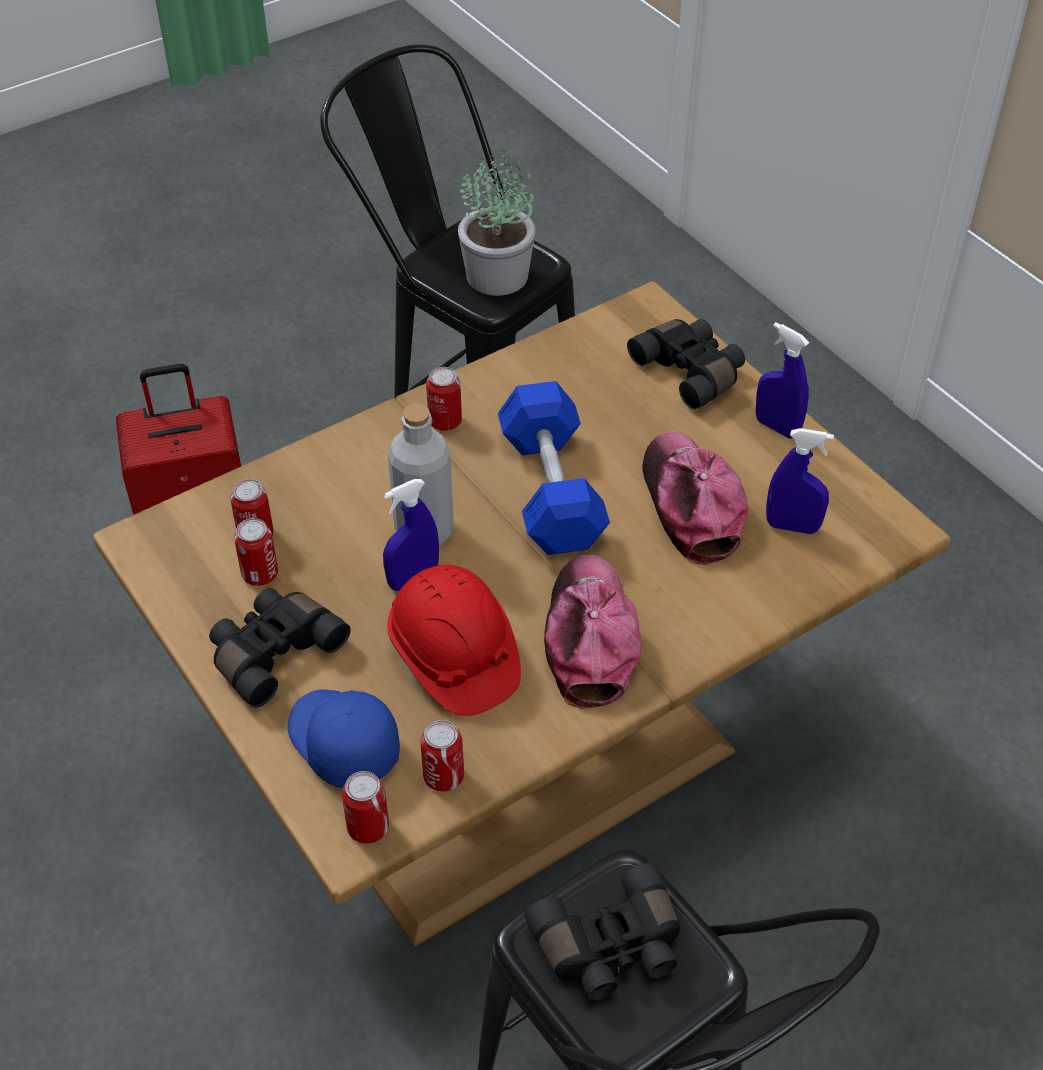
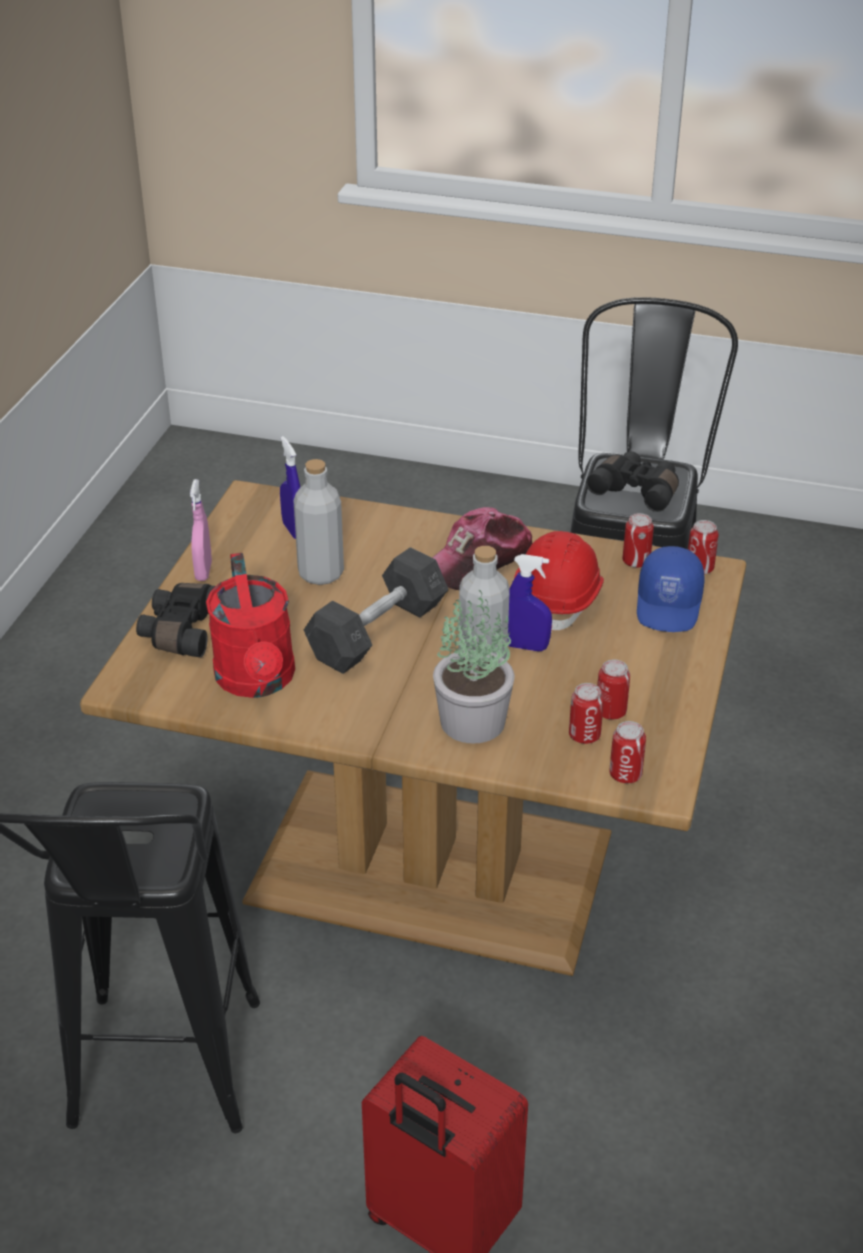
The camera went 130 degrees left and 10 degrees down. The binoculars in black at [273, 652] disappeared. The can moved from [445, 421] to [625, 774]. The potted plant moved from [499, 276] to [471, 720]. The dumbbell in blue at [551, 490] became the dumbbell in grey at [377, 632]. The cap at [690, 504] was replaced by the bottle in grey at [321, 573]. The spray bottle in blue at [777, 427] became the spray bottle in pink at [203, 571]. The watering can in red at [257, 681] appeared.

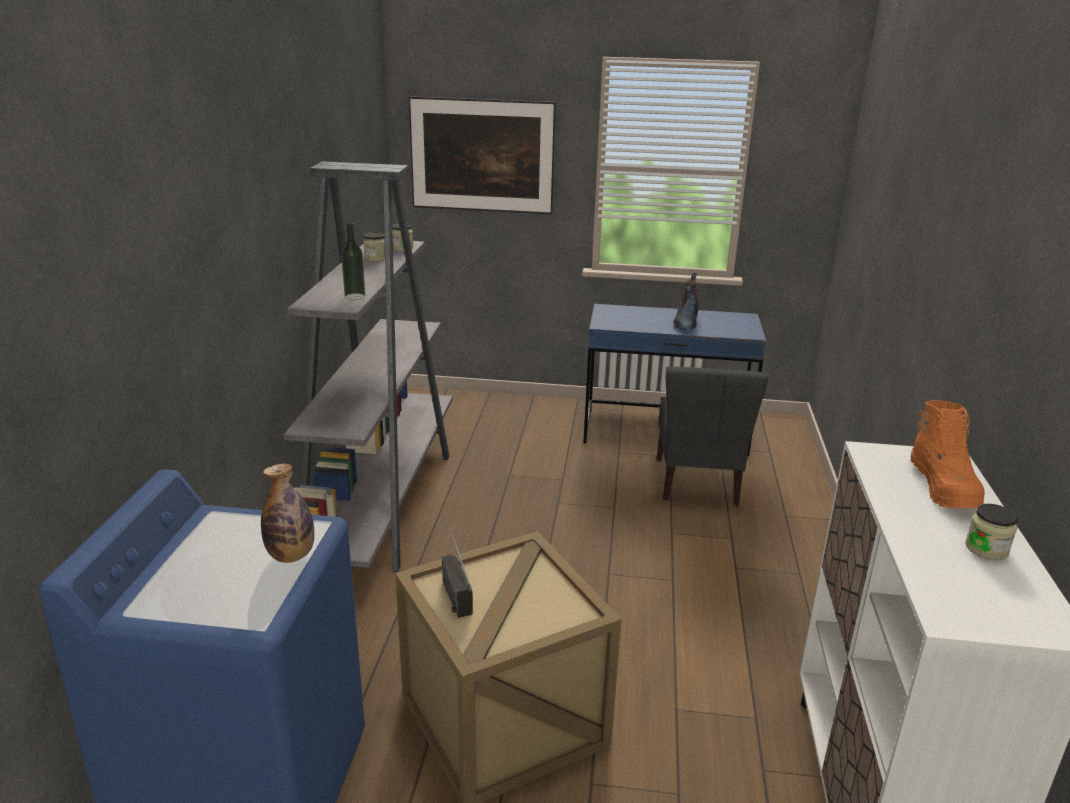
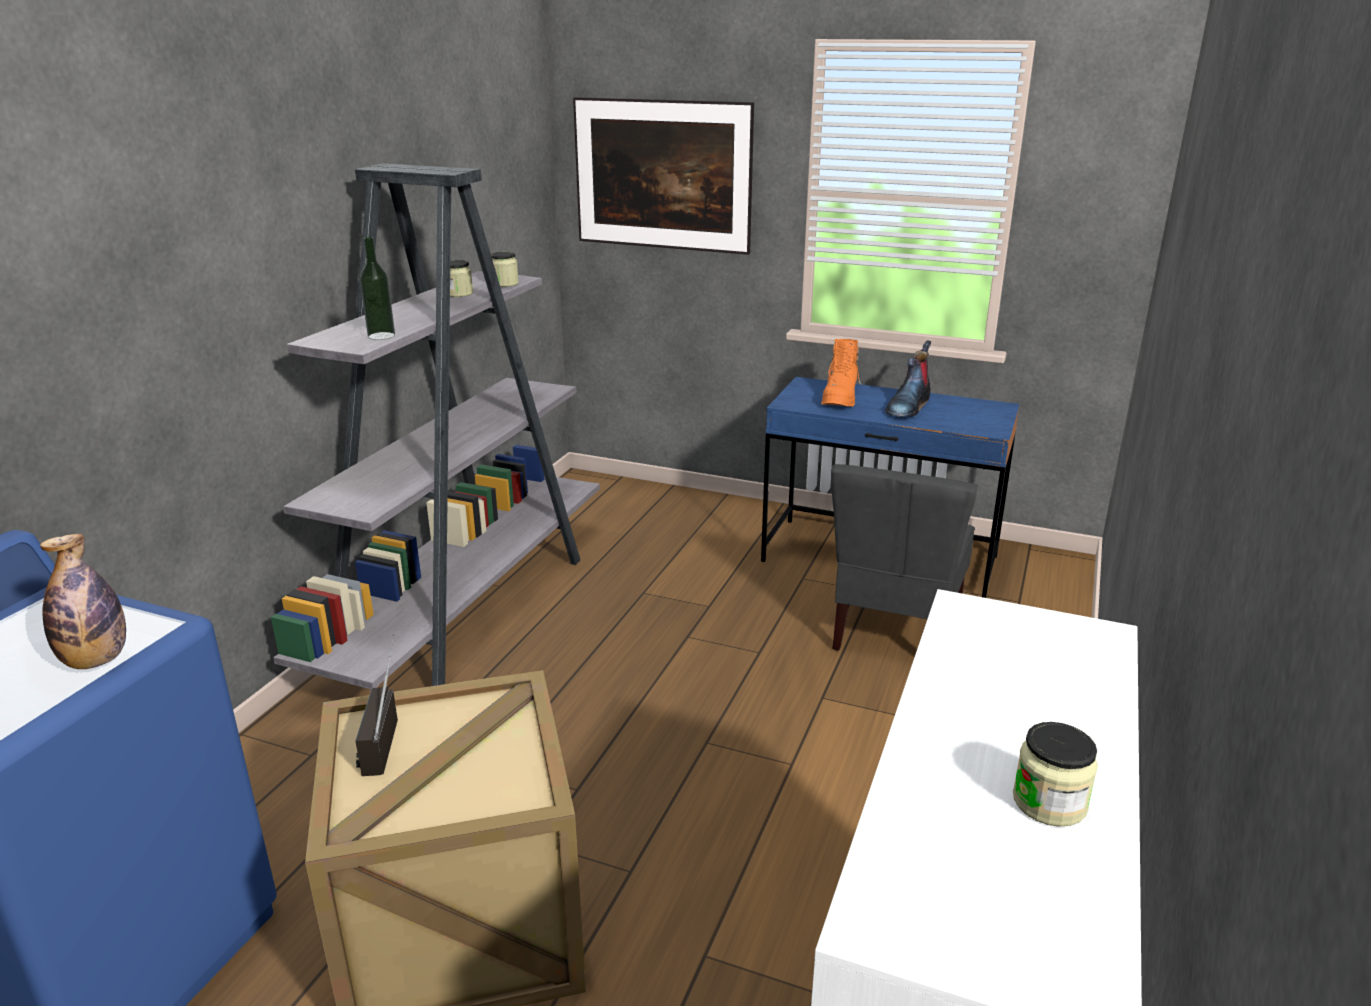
The camera went 15 degrees right and 0 degrees up. The boot in orange moved from [944, 487] to [840, 398].

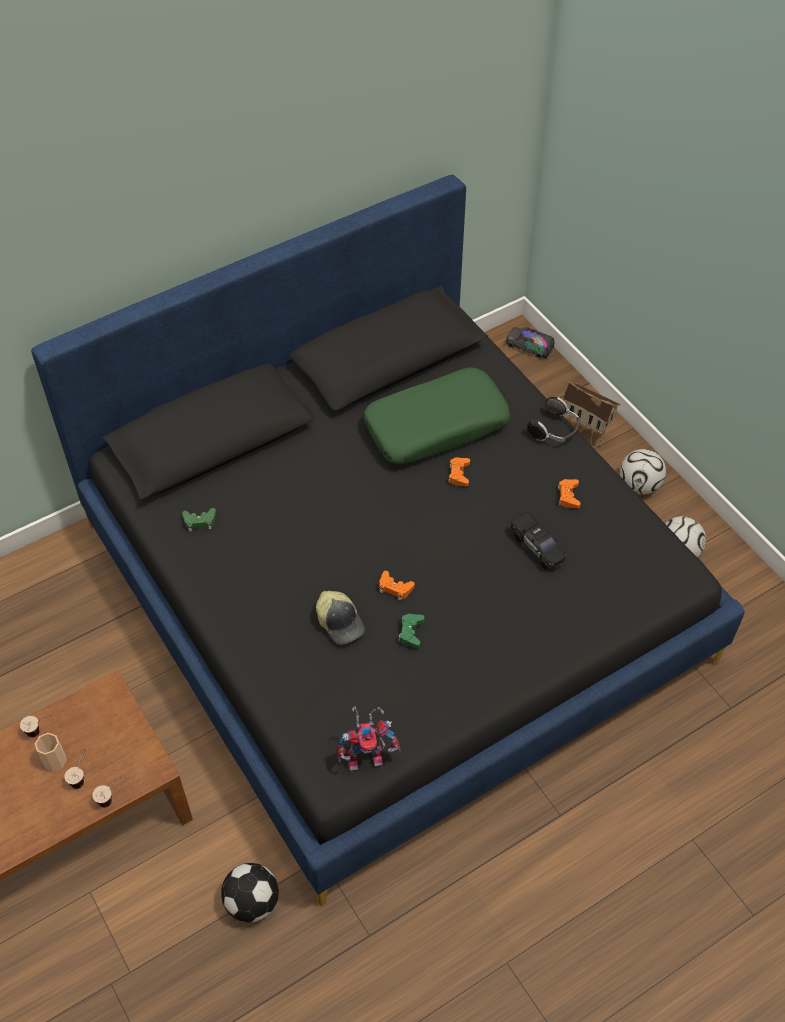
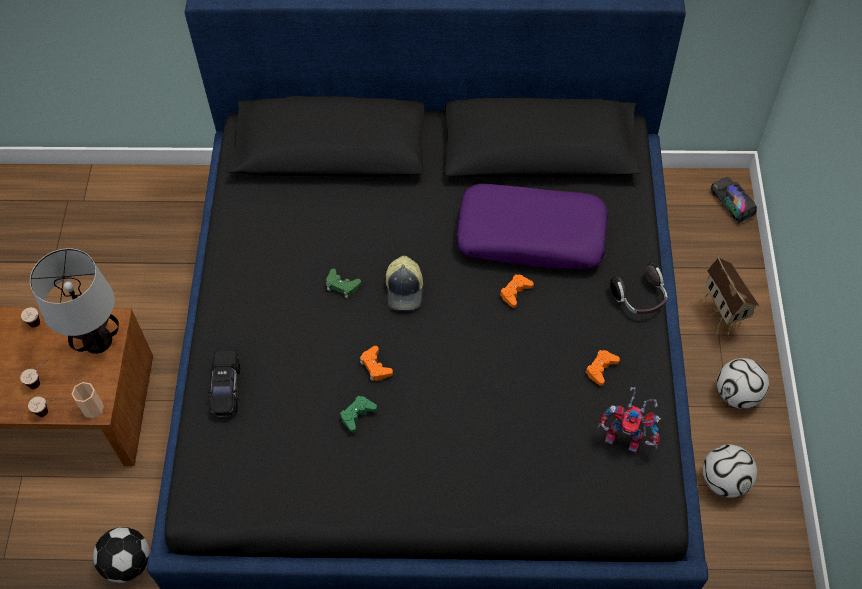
The camera went 35 degrees right and 5 degrees up. The cup moved from [55, 760] to [93, 408]. The game controller in green moved from [200, 521] to [342, 285]. The cap moved from [341, 622] to [405, 289]. The toy robot moved from [367, 755] to [627, 437]. The pillow in green at [436, 425] became the pillow in purple at [531, 235]. The toy car in black moved from [537, 547] to [226, 388]. The table lamp at [98, 340] appeared.

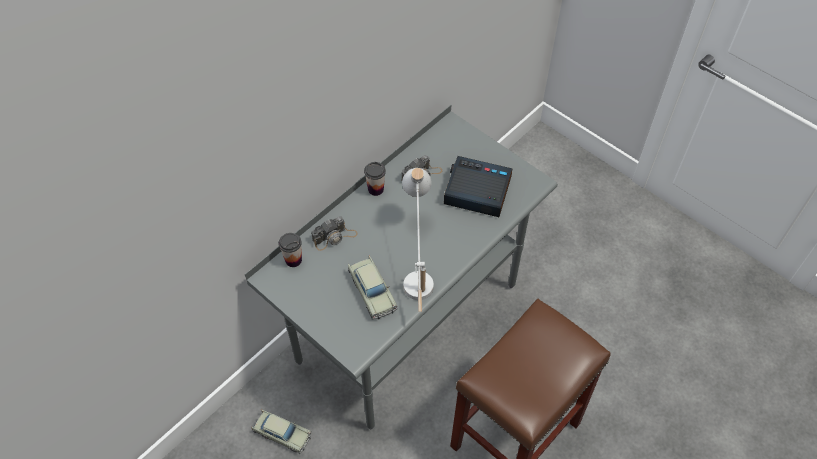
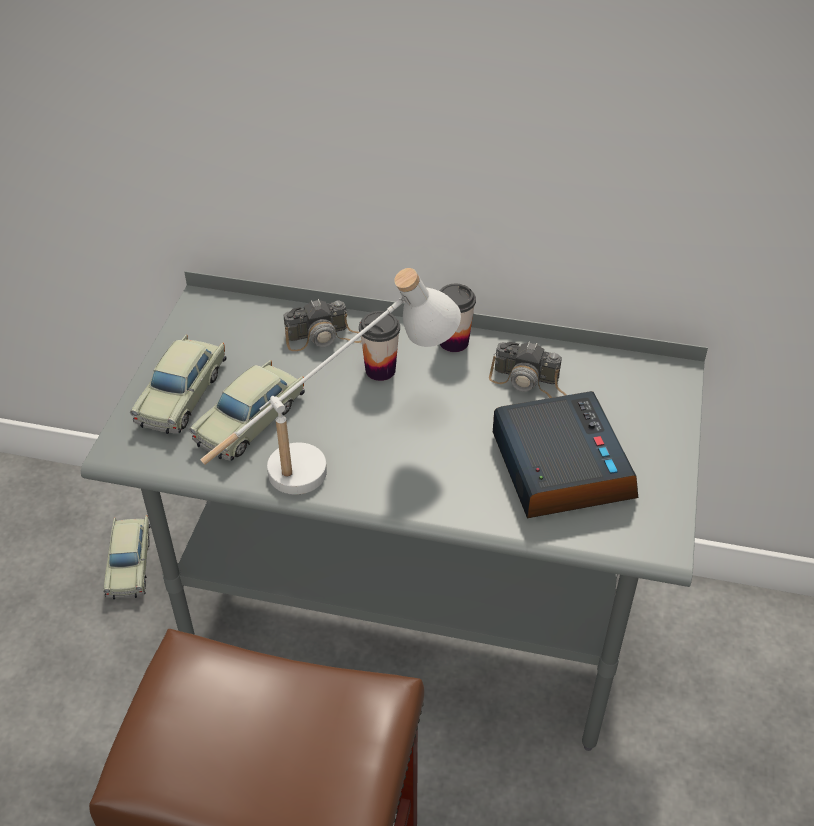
The camera went 60 degrees right and 10 degrees down. The cup moved from [293, 260] to [380, 370]. The photo camera at [334, 237] turned 45 degrees counterclockwise. The toy car in beige at [183, 394] appeared.

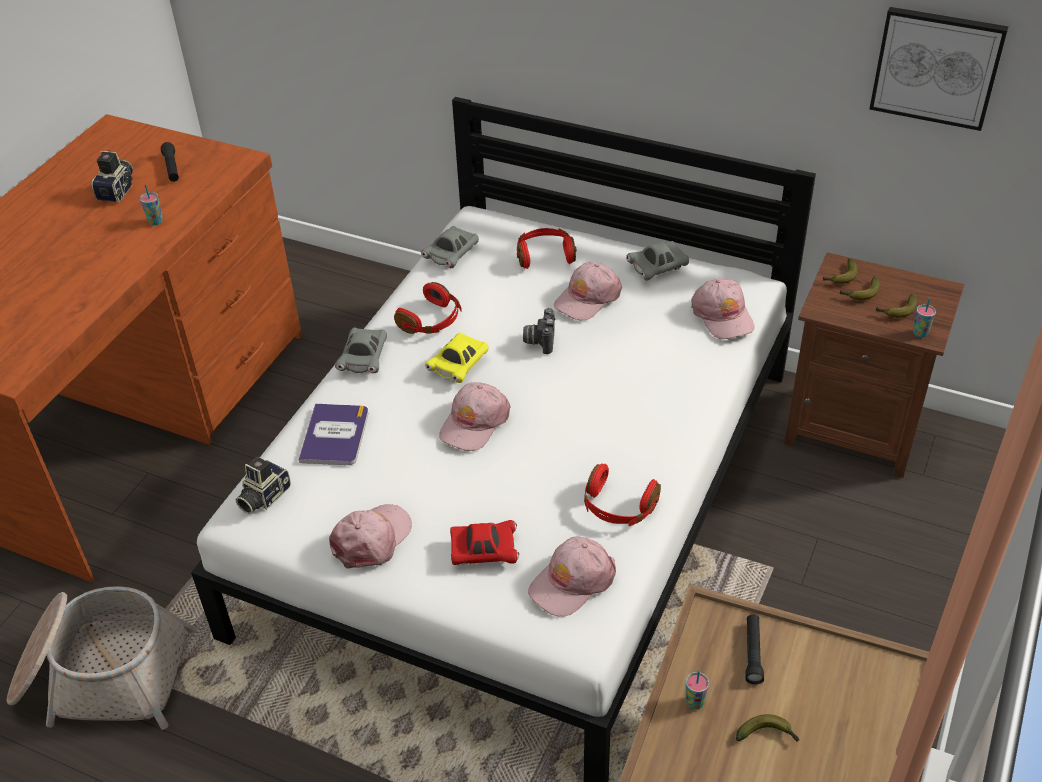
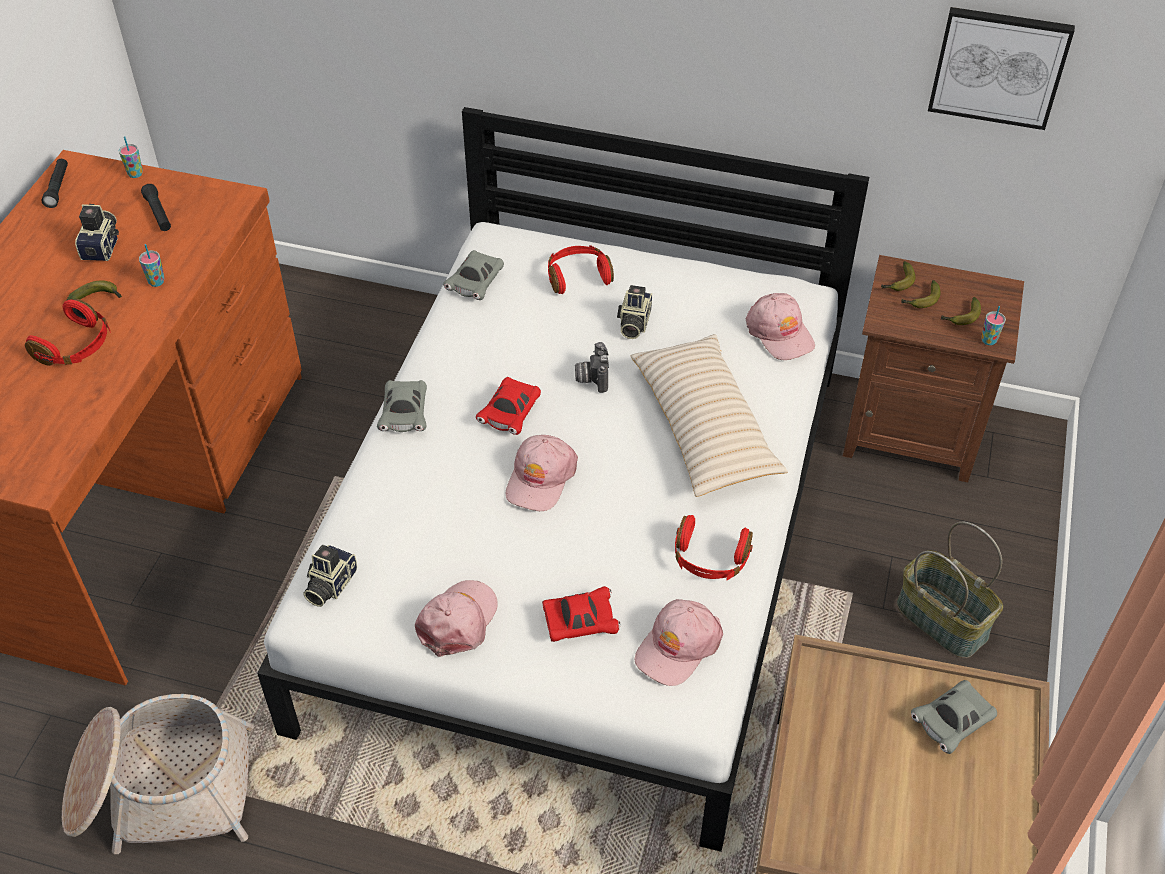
The camera went 10 degrees left and 5 degrees up. The book at [335, 435] disappeared. The headphones in red moved from [432, 321] to [76, 346]. The toy car in yellow at [458, 366] became the toy car in red at [510, 414]. The cap in pink at [587, 298] was replaced by the photo camera at [633, 323]. The toy car in grey moved from [657, 268] to [951, 723]. The cup moved from [694, 702] to [135, 174]. The banana moved from [768, 735] to [98, 297]. The flashlight in black moved from [753, 653] to [58, 188]. The pillow in beige at [704, 427] appeared. The basket at [943, 620] appeared.

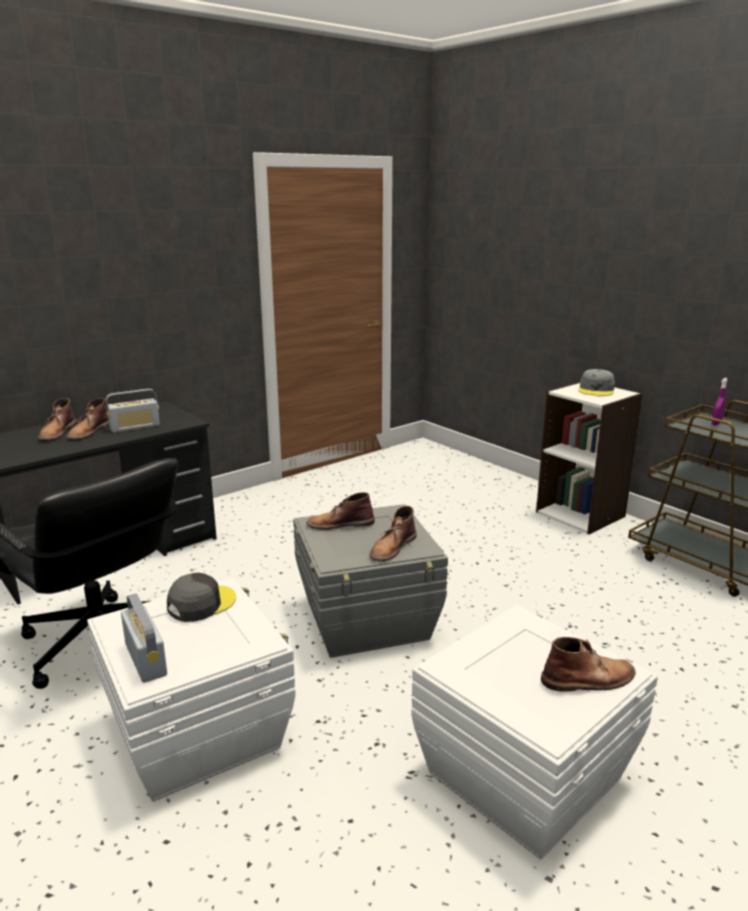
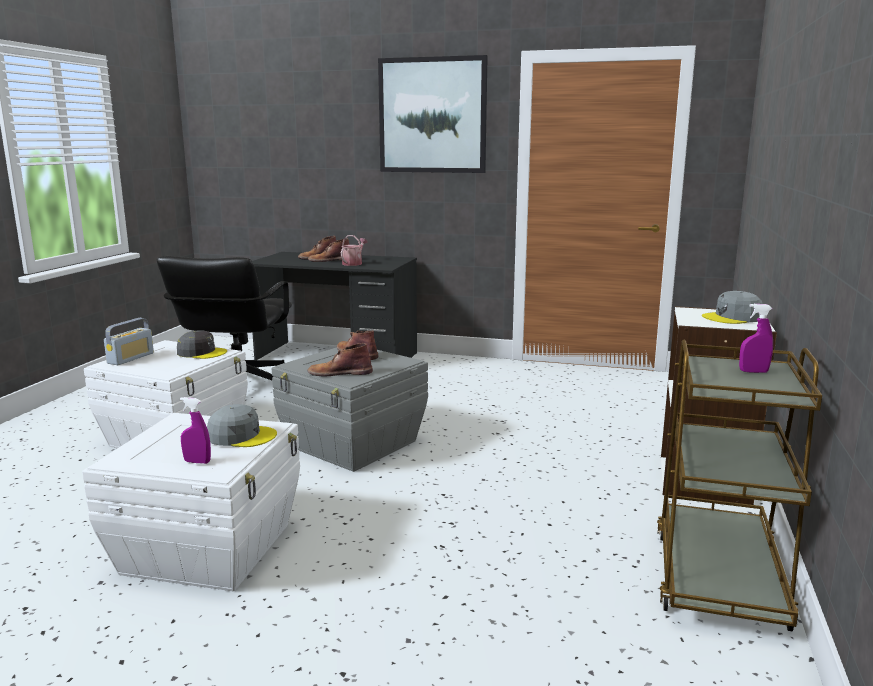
The camera went 55 degrees right and 5 degrees down. The radio at [135, 427] was replaced by the watering can at [353, 263]. The boot in brown at [589, 679] was replaced by the spray bottle in purple at [197, 462]. The cap in grey at [241, 436] appeared. The picture at [432, 115] appeared.

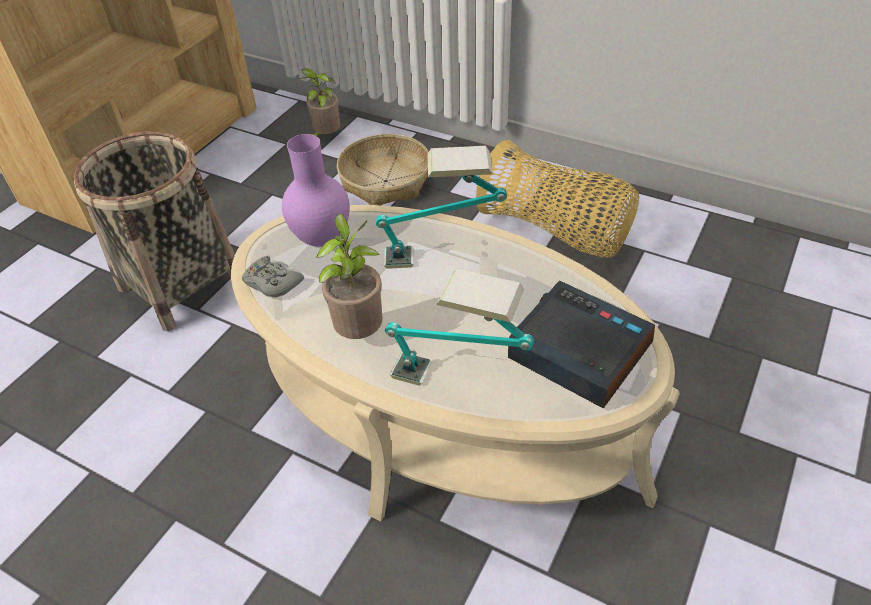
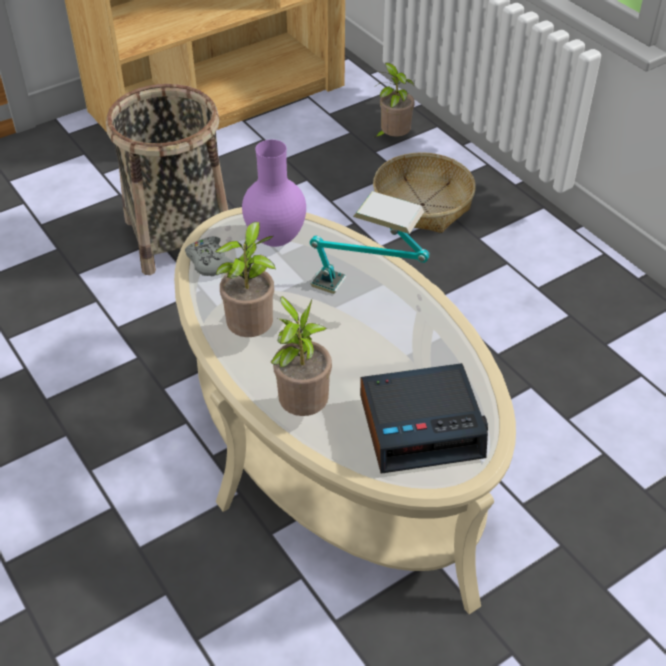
The camera went 25 degrees right and 0 degrees up. The table lamp at [458, 383] was replaced by the potted plant at [302, 408]. The basket at [556, 231] disappeared. The alarm clock at [577, 352] turned 105 degrees clockwise.

